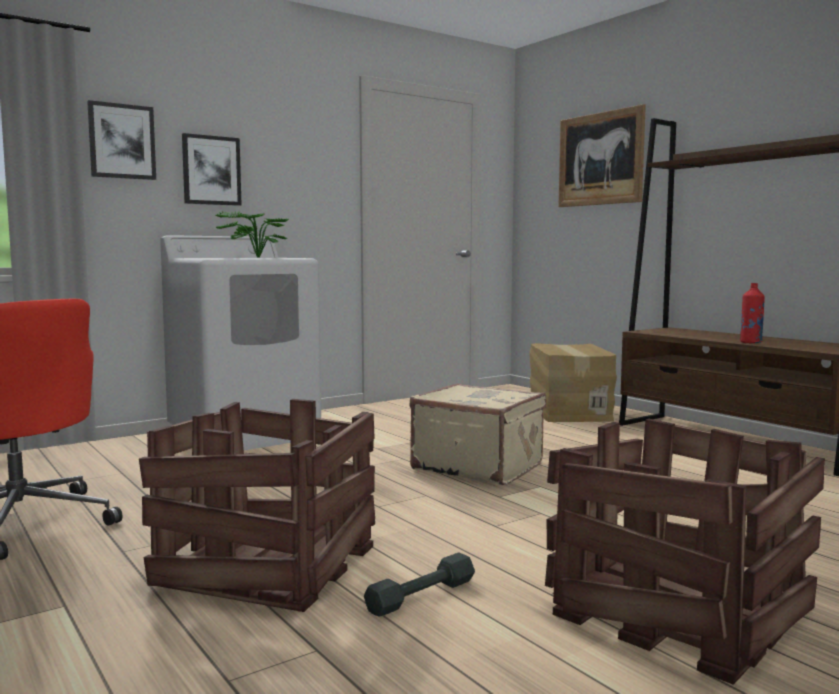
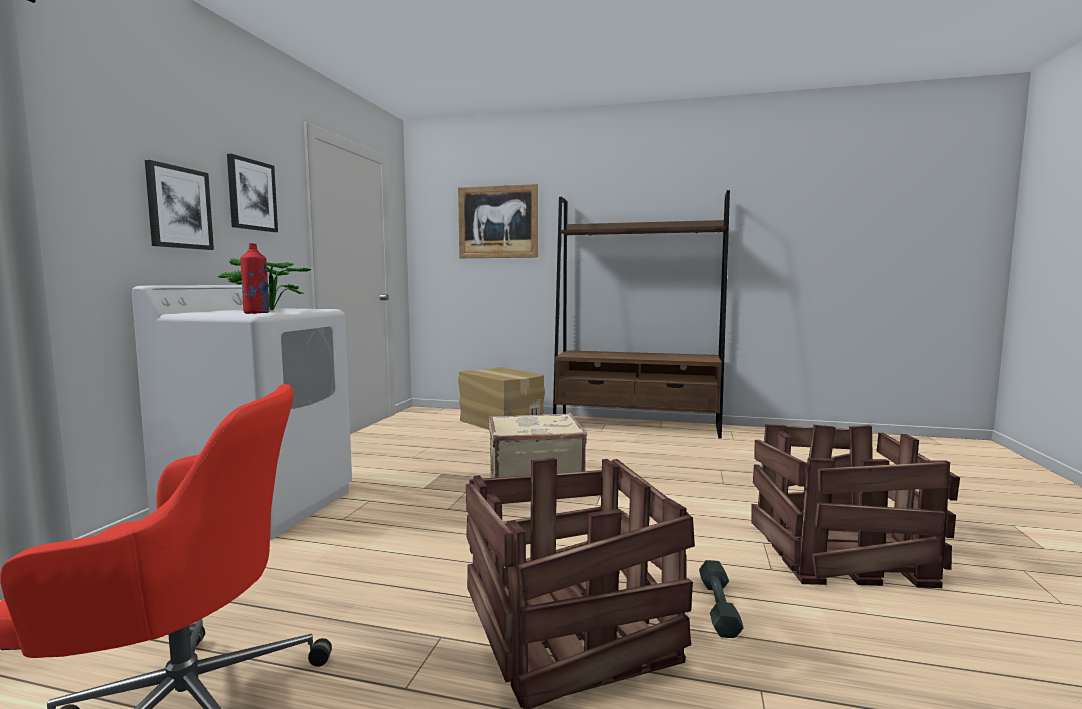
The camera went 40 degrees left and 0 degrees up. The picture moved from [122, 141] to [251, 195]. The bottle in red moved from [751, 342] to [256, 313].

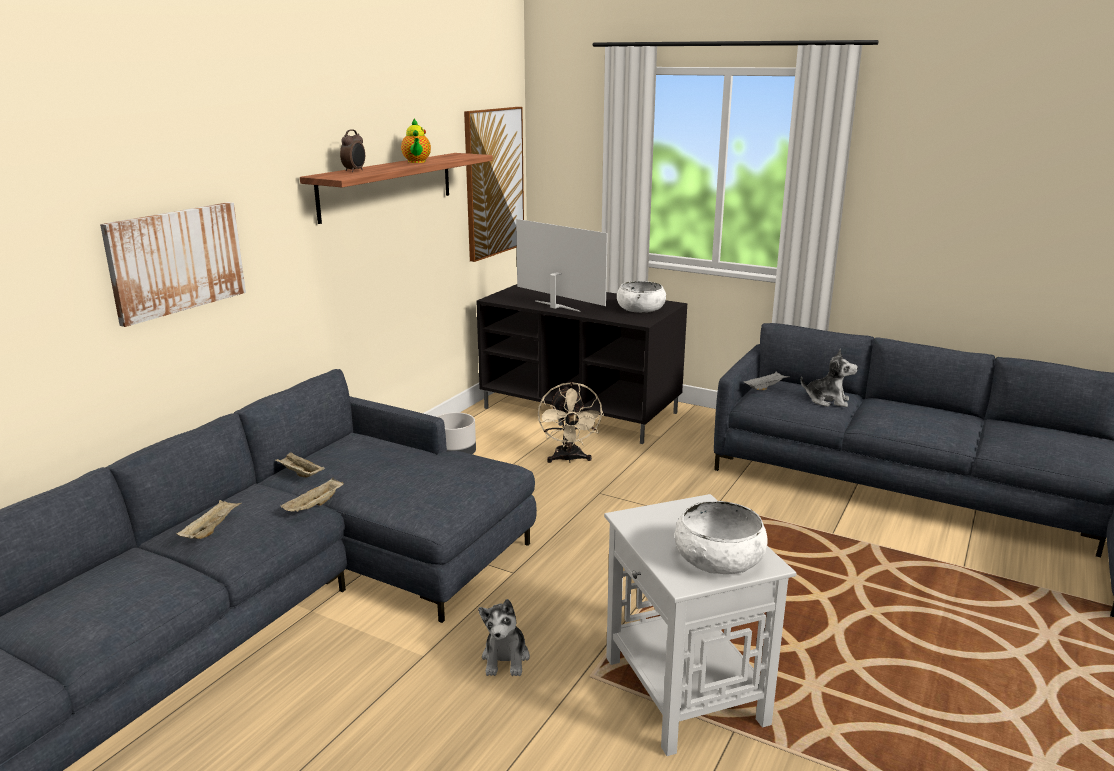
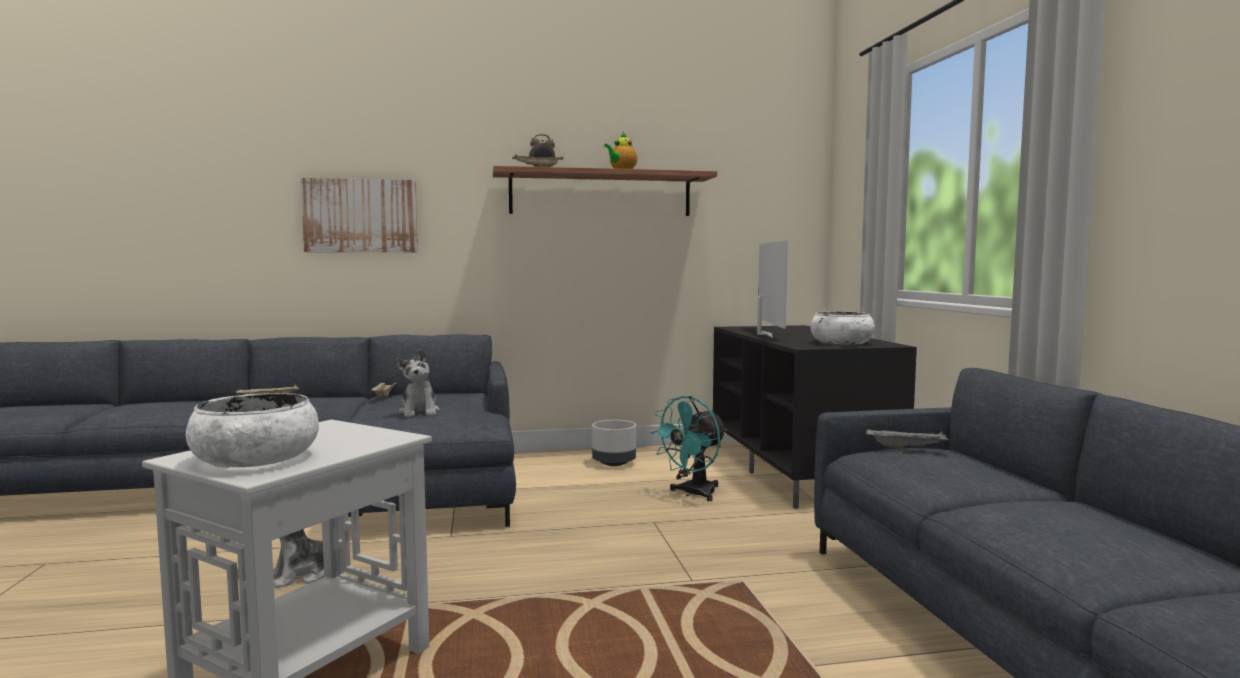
The camera went 50 degrees right and 15 degrees down. The tray in beige moved from [314, 506] to [537, 167]. The picture at [494, 182] disappeared. The fan in beige at [569, 459] became the fan in turquoise at [693, 494]. The plush toy moved from [827, 400] to [419, 412].

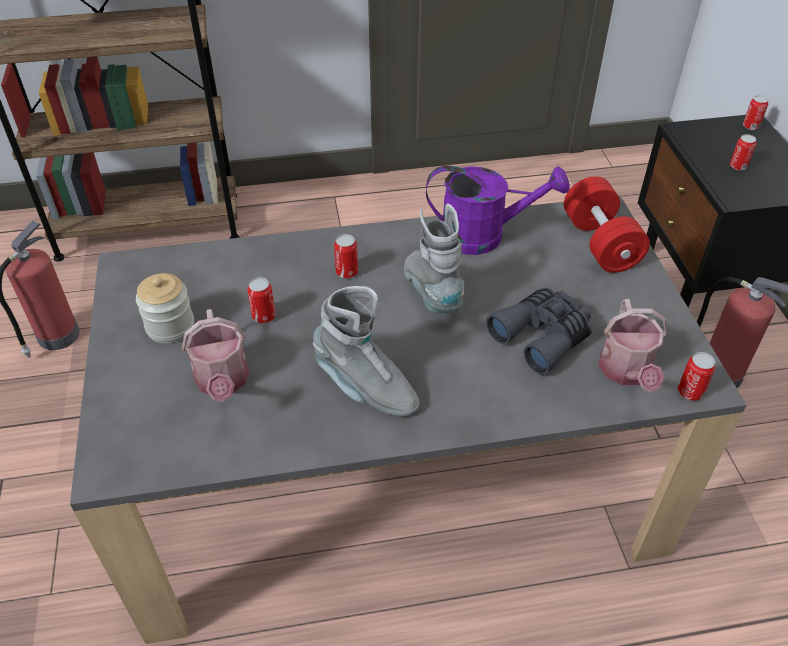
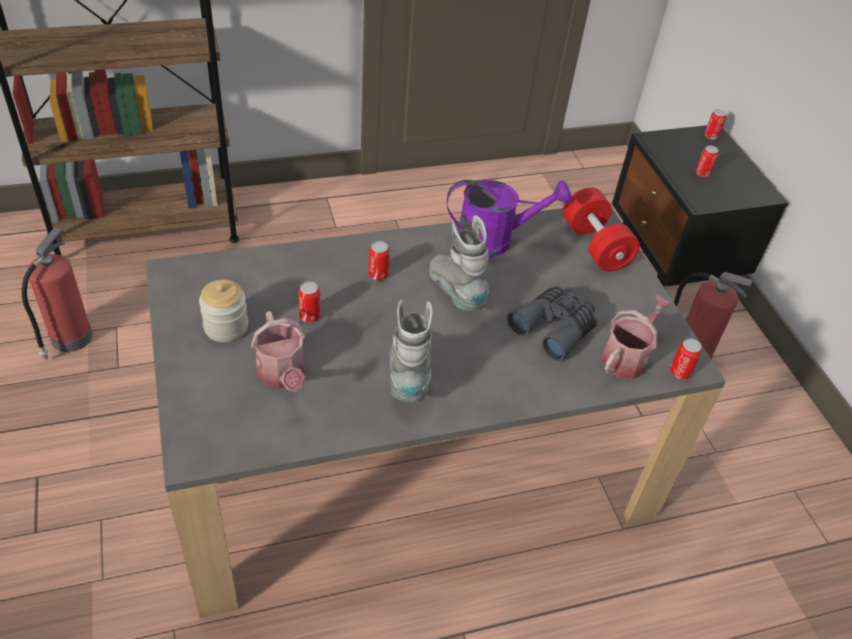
The camera went 10 degrees left and 0 degrees up. The boot in grey at [365, 388] turned 120 degrees counterclockwise. The watering can at [627, 372] turned 135 degrees counterclockwise.

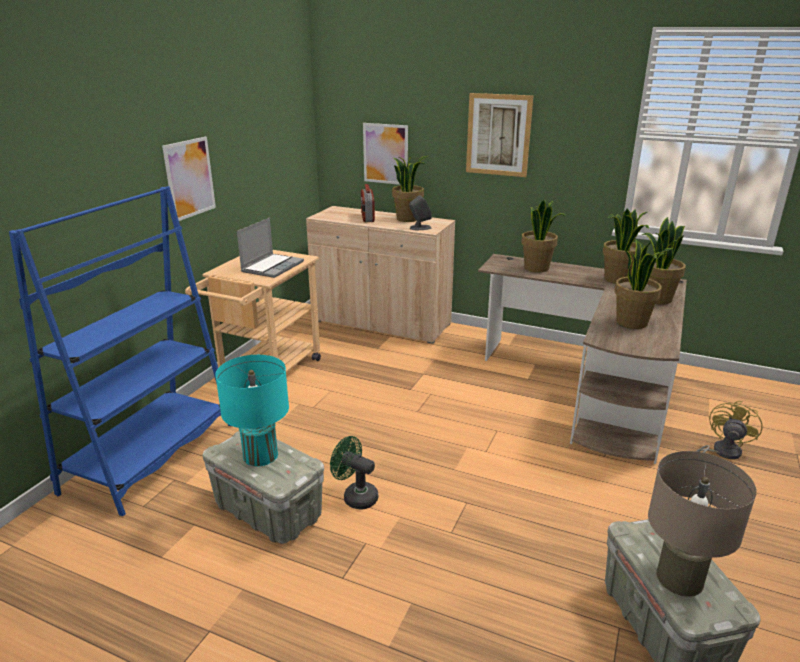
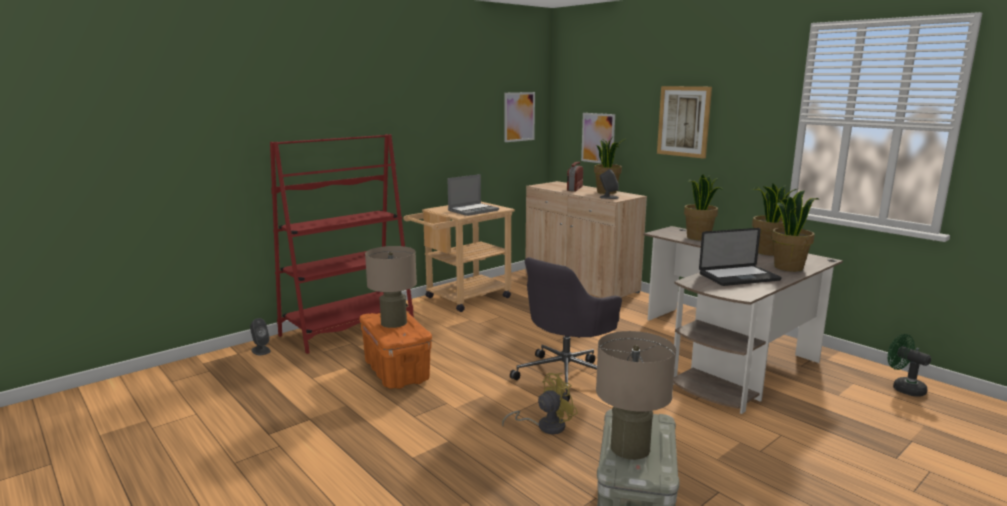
The camera went 25 degrees right and 10 degrees down. The bookcase in blue at [151, 457] became the bookcase in red at [348, 329]. The picture moved from [189, 178] to [519, 116]. The storage box in grey at [267, 511] became the storage box in orange at [396, 371]. The table lamp in turquoise at [260, 455] became the table lamp in beige at [393, 322]. The fan in green moved from [355, 496] to [903, 388]. The potted plant at [632, 322] was replaced by the laptop at [739, 277]. The fan in yellow moved from [721, 452] to [545, 426]. The speaker in grey at [260, 350] appeared. The office chair in grey at [567, 375] appeared.

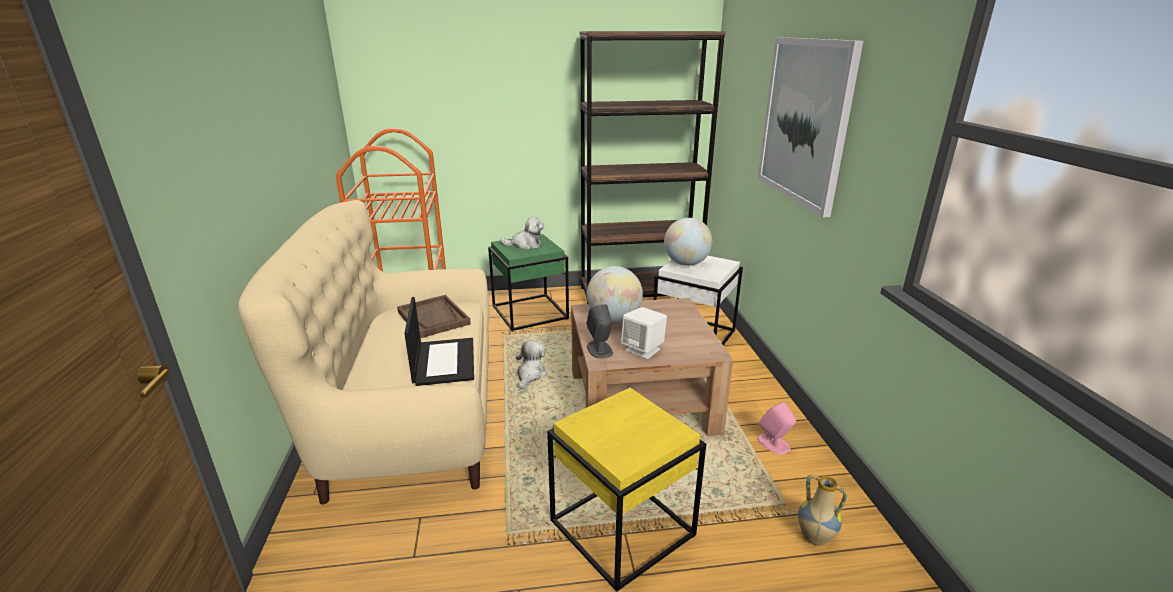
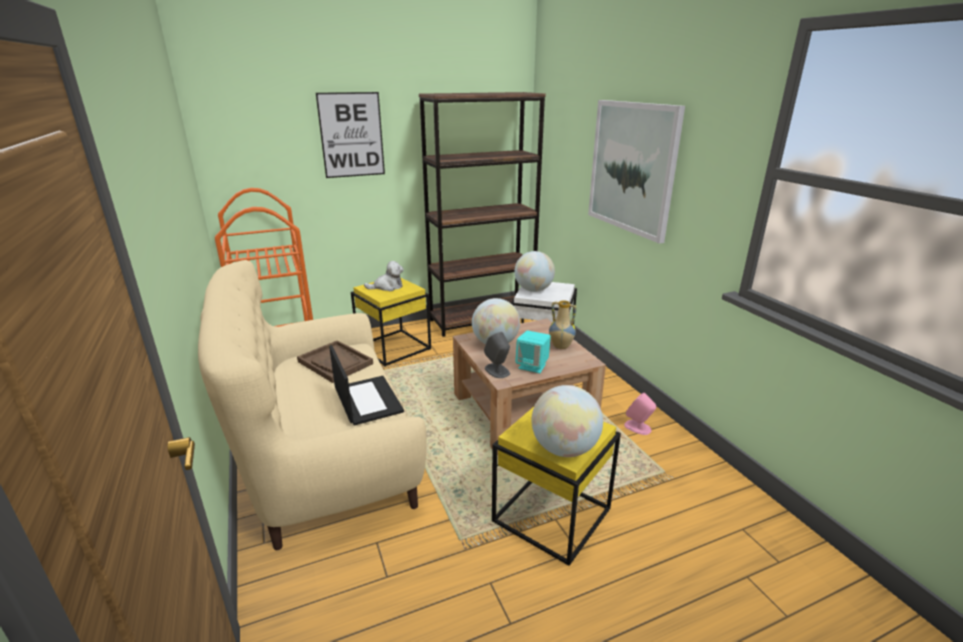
The camera went 15 degrees left and 0 degrees up. The side table in green at [529, 312] became the side table in yellow at [393, 347]. The plush toy at [530, 375] disappeared. The speaker in white at [643, 350] became the speaker in turquoise at [532, 366]. The vase moved from [814, 538] to [560, 346]. The picture at [351, 135] appeared. The globe at [564, 449] appeared.

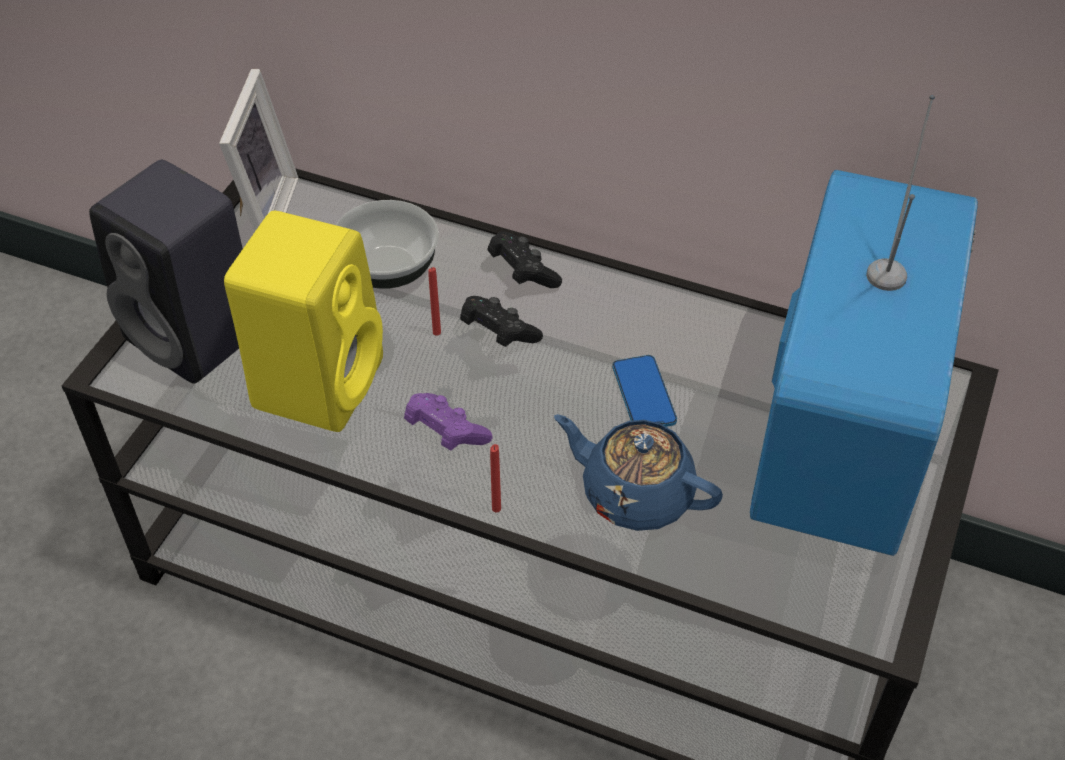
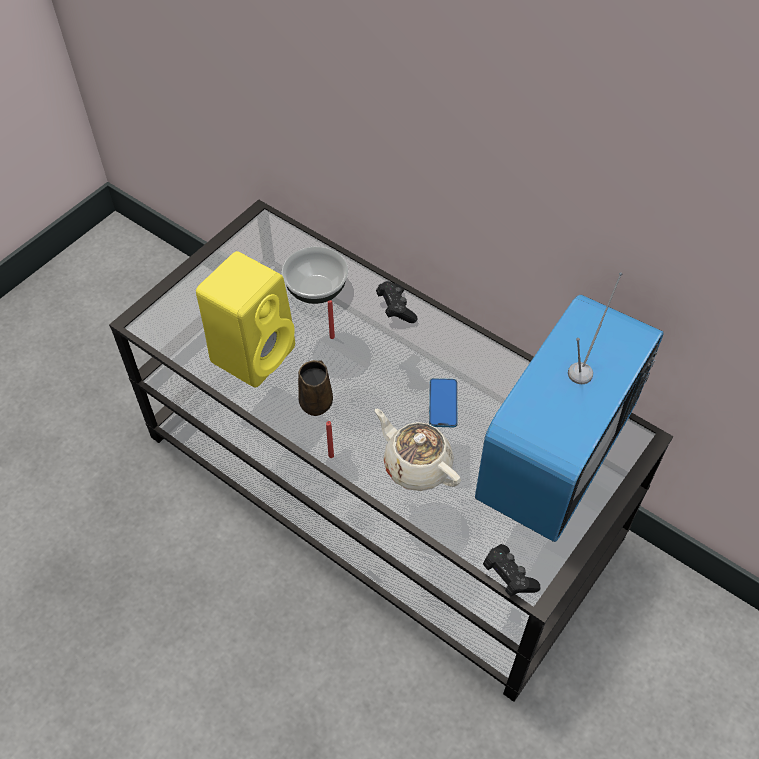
The camera went 15 degrees right and 5 degrees up. The speaker in black at [198, 336] disappeared. The picture frame at [260, 213] disappeared. The game controller in purple at [445, 433] was replaced by the mug in brown at [317, 401]. The game controller in black moved from [498, 333] to [508, 576]. The teapot in blue at [635, 493] became the teapot in beige at [416, 465].

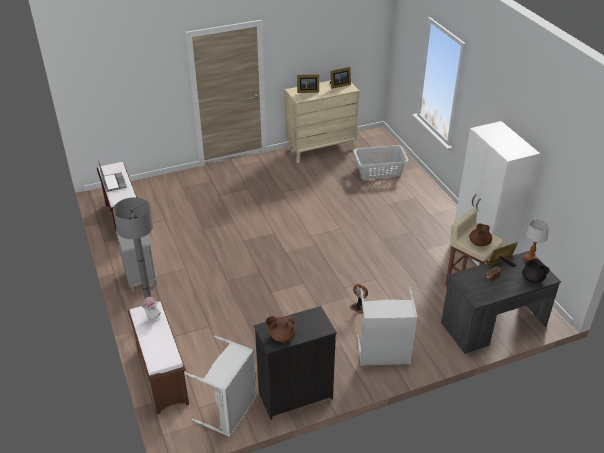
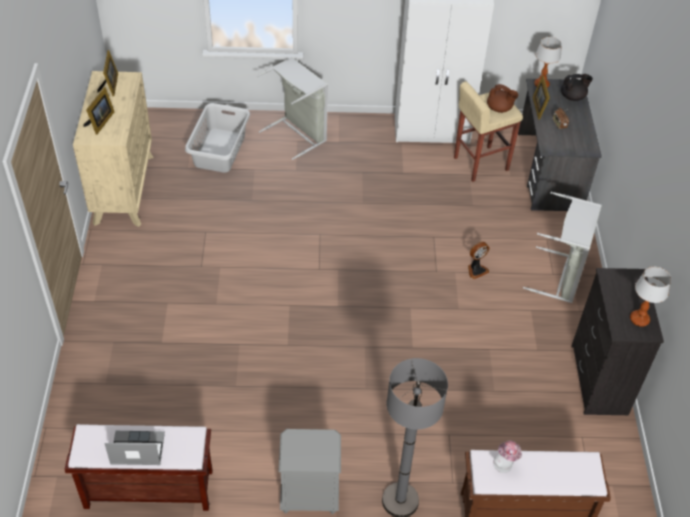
The camera went 70 degrees left and 10 degrees up. The laundry basket in grey moved from [230, 411] to [298, 134]. The teapot in brown at [281, 336] was replaced by the table lamp at [639, 319].

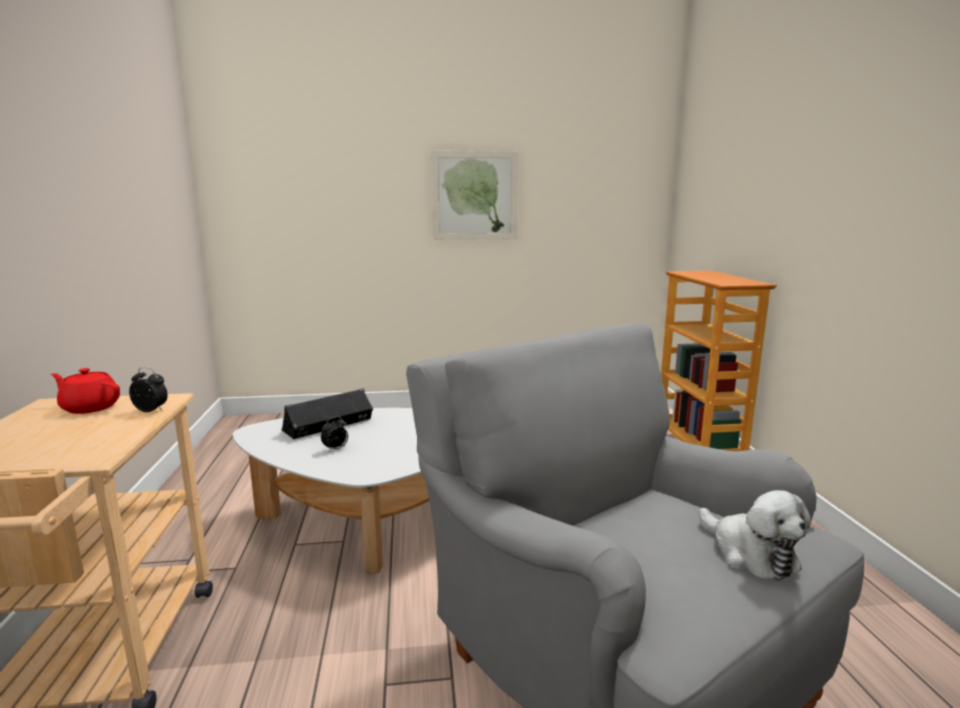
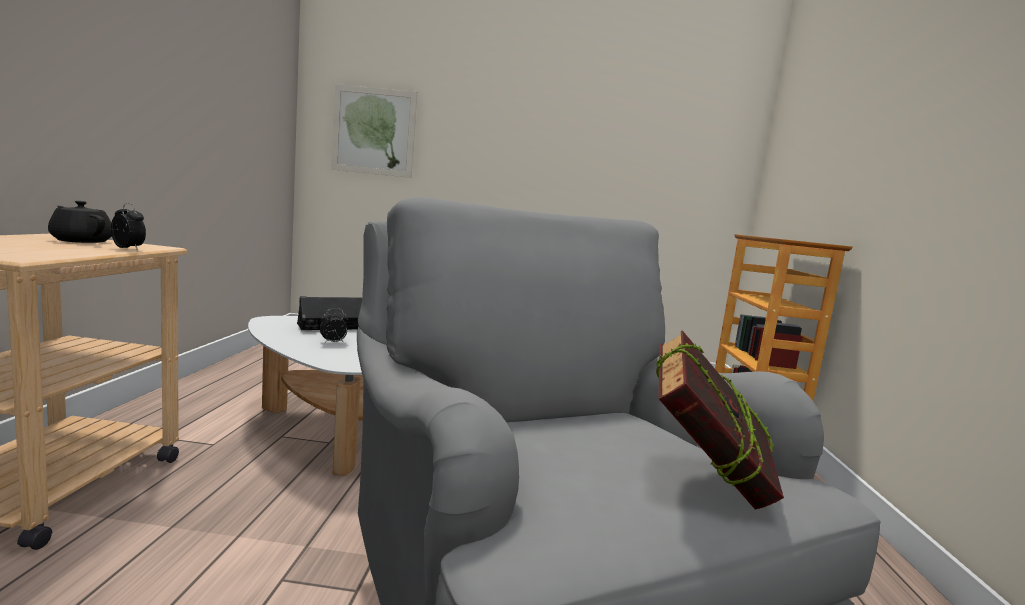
The camera went 10 degrees right and 5 degrees down. The teapot in red at [90, 407] became the teapot in black at [81, 241]. The picture moved from [475, 196] to [374, 131]. The plush toy at [750, 553] was replaced by the book at [704, 482].

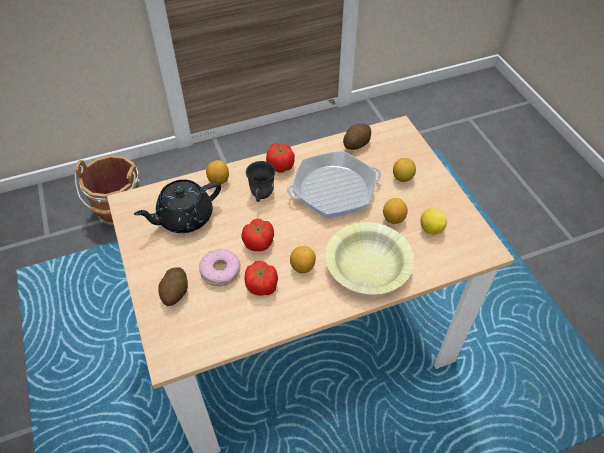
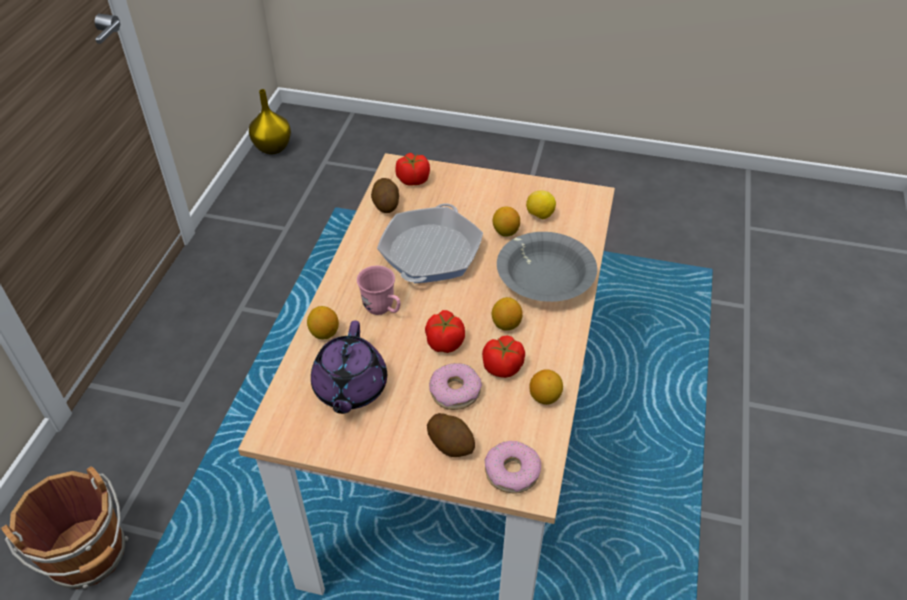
The camera went 55 degrees left and 5 degrees down. The teapot in black at [184, 217] became the teapot in purple at [349, 388]. The mug in grey at [261, 196] became the mug in pink at [383, 309]. The tomato moved from [280, 165] to [413, 180]. The bowl in yellow at [368, 266] became the bowl in grey at [545, 278]. The lemon moved from [402, 178] to [545, 397]. The vase in yellow at [272, 148] appeared. The donut at [512, 471] appeared.

